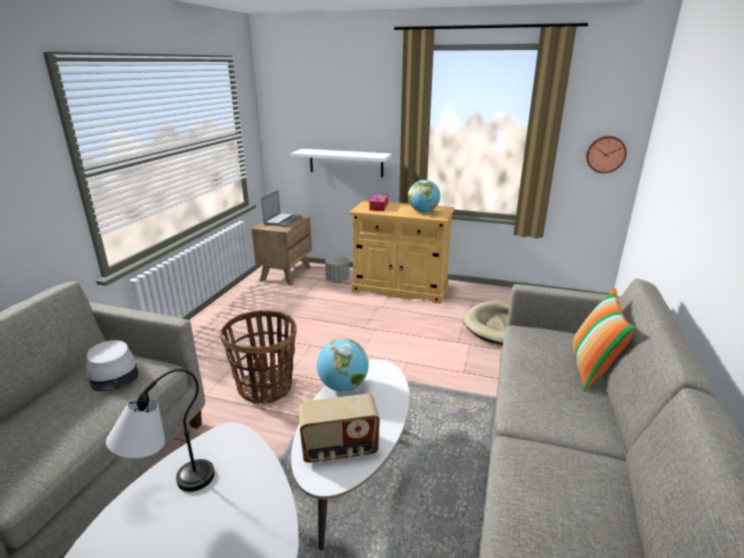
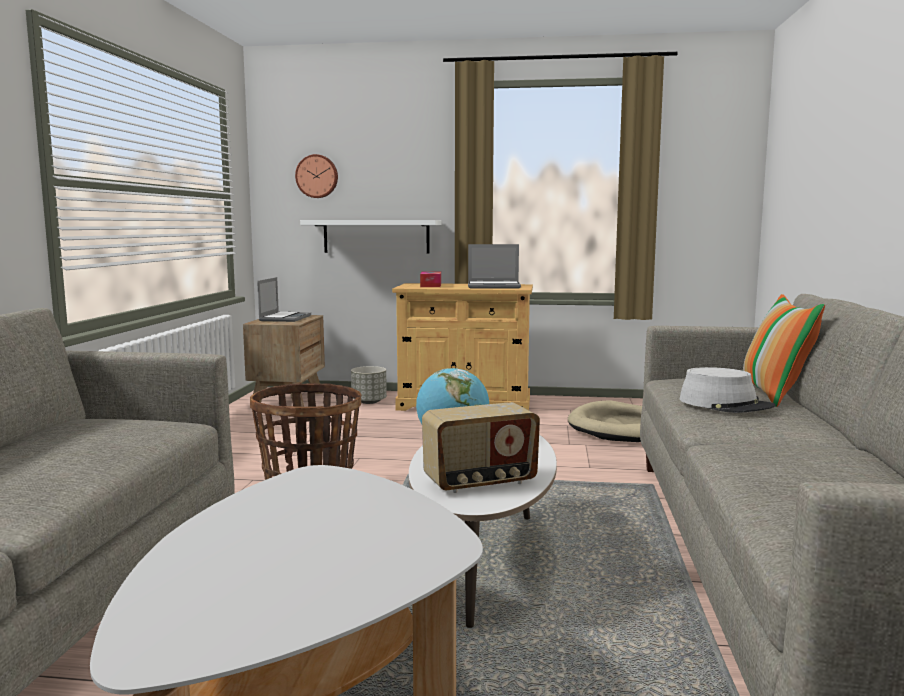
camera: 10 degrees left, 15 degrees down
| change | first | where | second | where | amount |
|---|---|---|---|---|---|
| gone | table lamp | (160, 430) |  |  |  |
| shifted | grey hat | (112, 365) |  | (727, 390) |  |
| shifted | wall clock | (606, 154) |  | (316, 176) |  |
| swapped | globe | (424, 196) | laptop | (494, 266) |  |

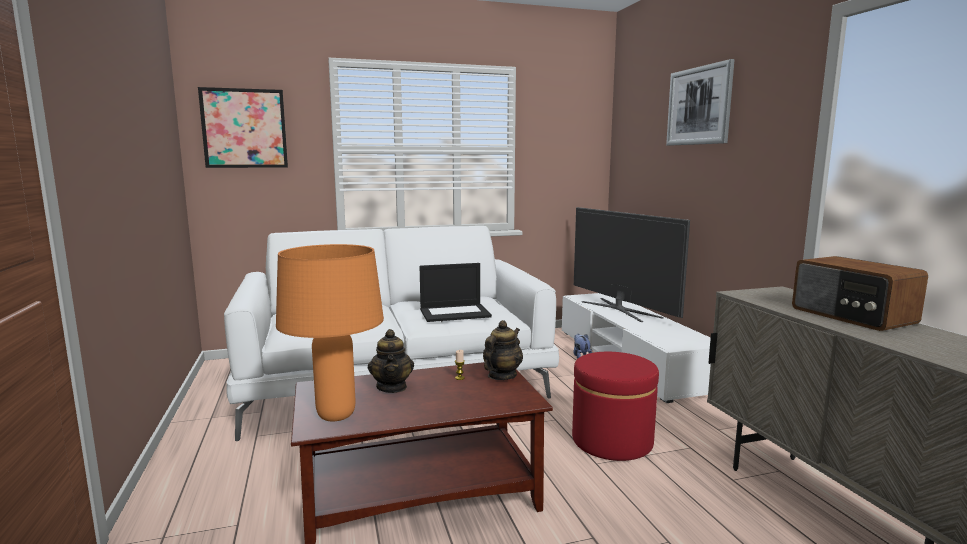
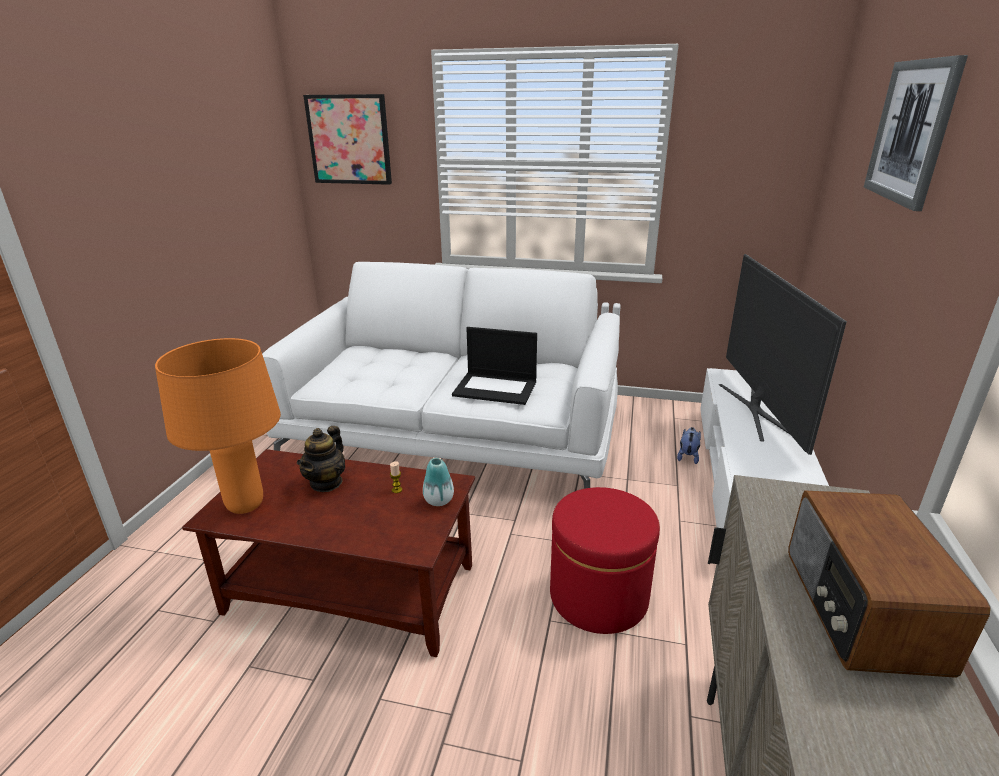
camera: 30 degrees right, 15 degrees up
| change | first | where | second | where | amount |
|---|---|---|---|---|---|
| swapped | teapot | (503, 350) | vase | (438, 482) |  |

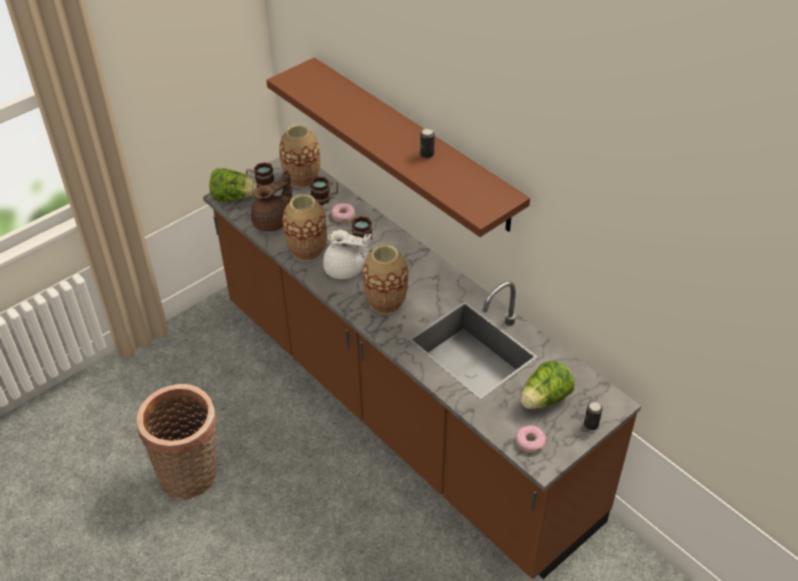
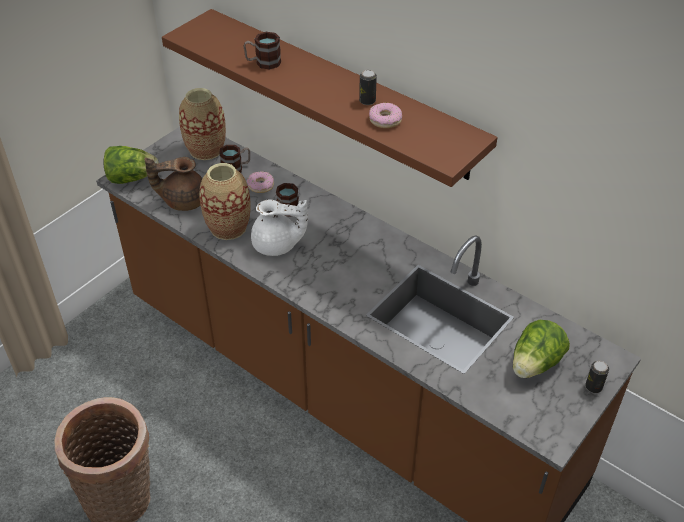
camera: 10 degrees left, 0 degrees up
| change | first | where | second | where | amount |
|---|---|---|---|---|---|
| gone | vase | (385, 279) |  |  |  |
| shifted | mug | (260, 175) |  | (262, 51) |  |
| shifted | donut | (531, 439) |  | (385, 115) |  |
| rotated | brown teapot | (271, 201) |  | (173, 184) | 135 degrees counterclockwise |

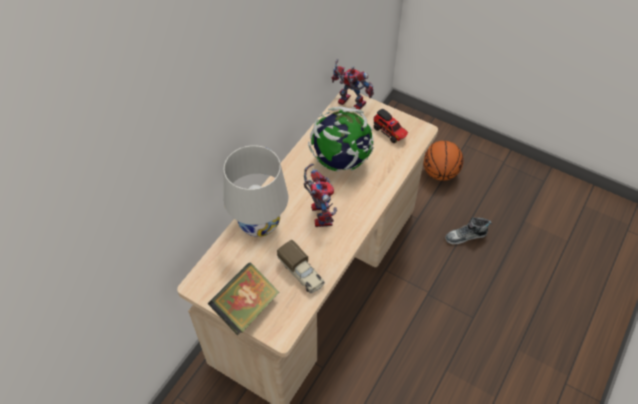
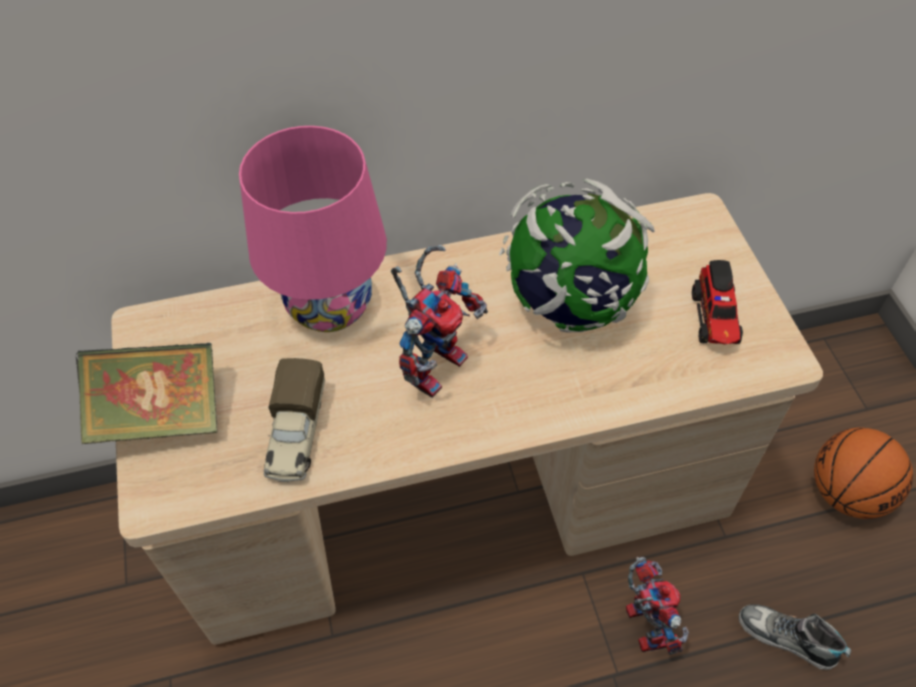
camera: 45 degrees right, 0 degrees up
| change | first | where | second | where | amount |
|---|---|---|---|---|---|
| shifted | toy robot | (353, 84) |  | (657, 606) |  |
| repainted | white table lamp | (256, 191) | pink table lamp | (313, 229) |  |

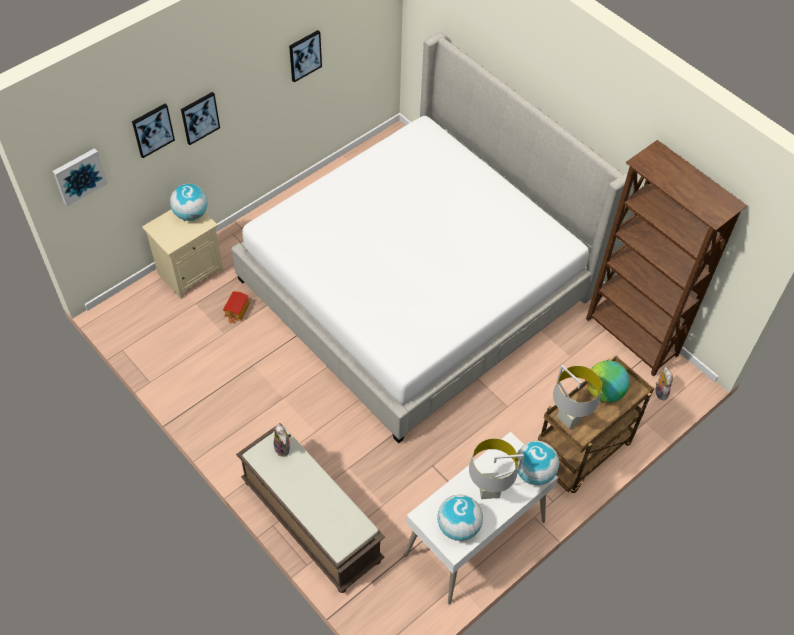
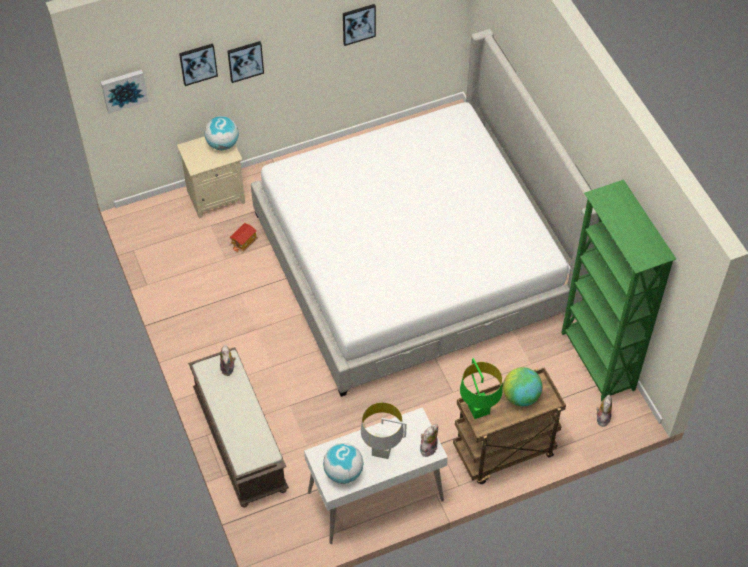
camera: 20 degrees right, 0 degrees up
| change | first | where | second | where | amount |
|---|---|---|---|---|---|
| swapped | globe | (537, 463) | plush toy | (429, 440) |  |
| repainted | grey table lamp | (577, 397) | green table lamp | (481, 388) |  |
| repainted | brown bookcase | (666, 258) | green bookcase | (618, 290) |  |

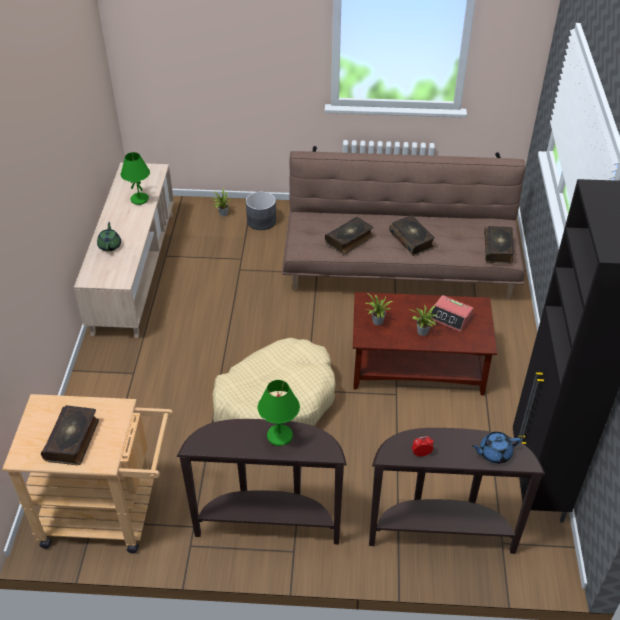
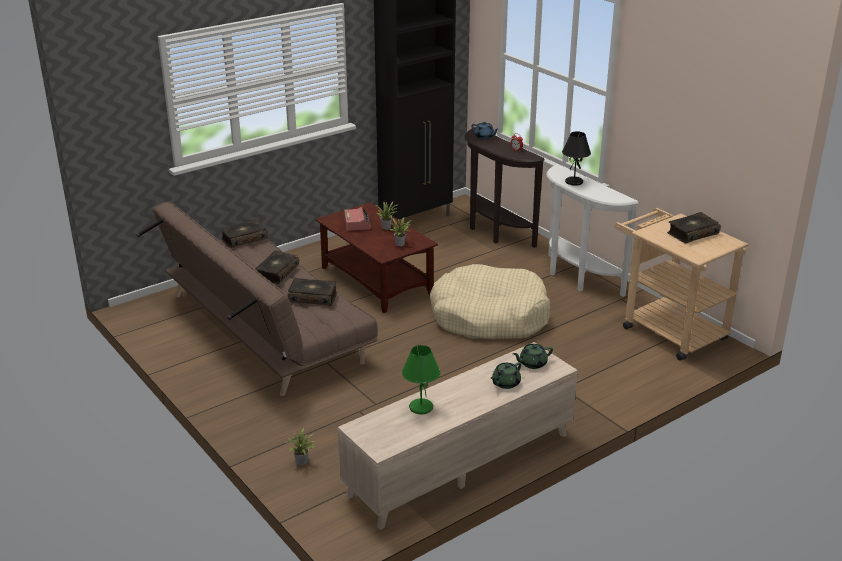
camera: 130 degrees left, 15 degrees down
| change | first | where | second | where | amount |
|---|---|---|---|---|---|
| gone | grey planter | (261, 210) |  |  |  |
| new |  |  | green teapot | (533, 356) |  |
| repainted | brown console table | (261, 482) | white console table | (592, 230) |  |
| repainted | green table lamp | (279, 413) | black table lamp | (576, 158) |  |

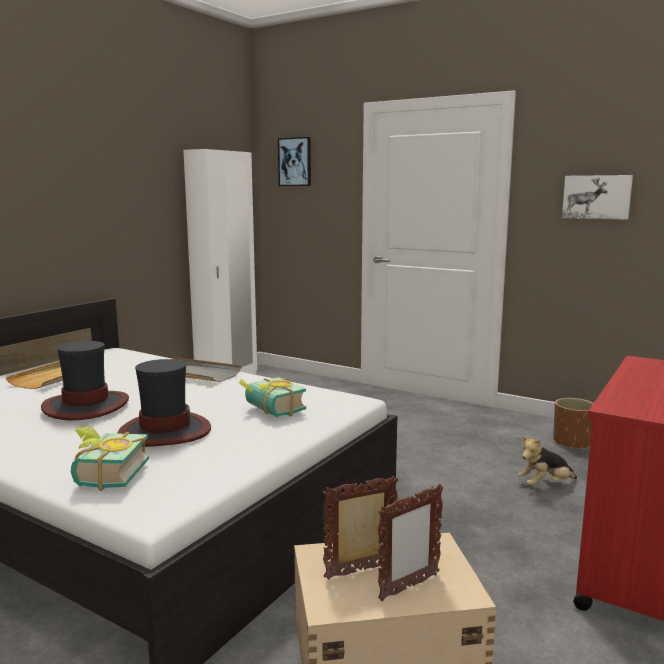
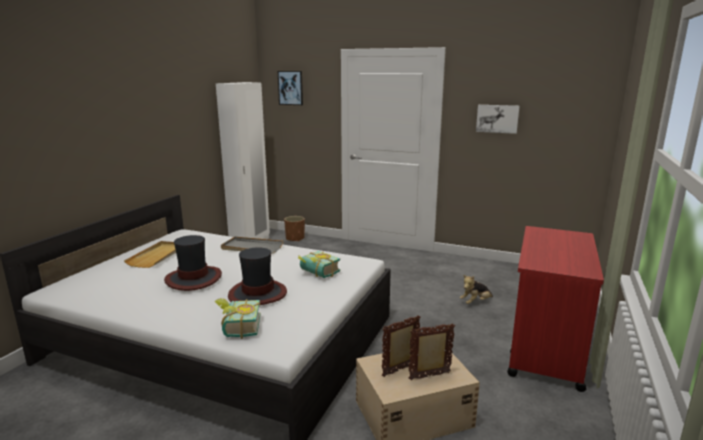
camera: 10 degrees left, 5 degrees up
| change | first | where | second | where | amount |
|---|---|---|---|---|---|
| shifted | brown planter | (573, 423) |  | (294, 228) |  |
| rotated | picture frame | (410, 542) |  | (432, 351) | 150 degrees counterclockwise |

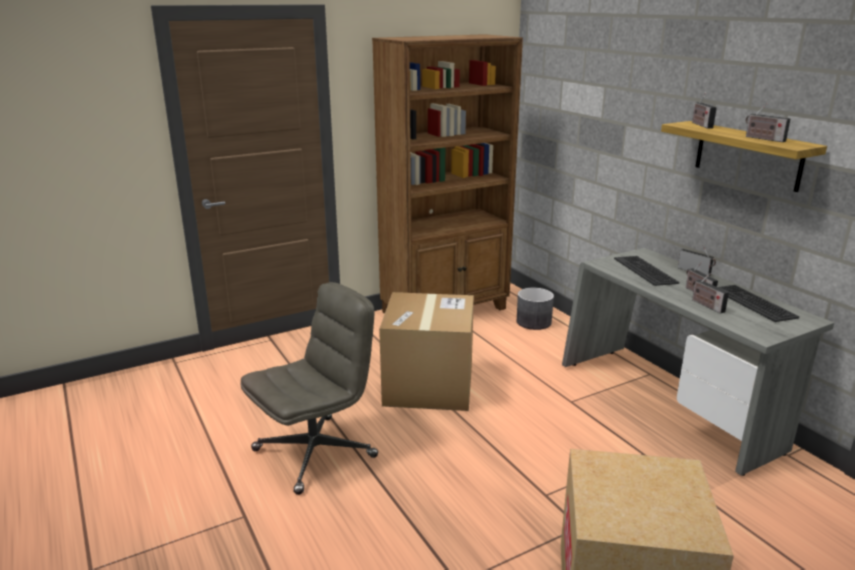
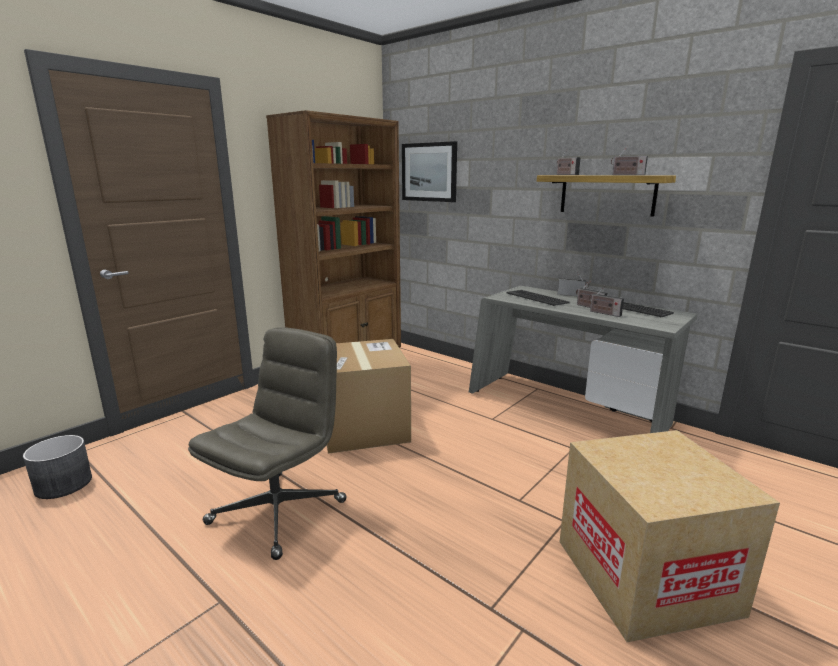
camera: 20 degrees left, 5 degrees down
| change | first | where | second | where | amount |
|---|---|---|---|---|---|
| new |  |  | picture | (429, 171) |  |
| shifted | grey planter | (535, 309) |  | (57, 467) |  |

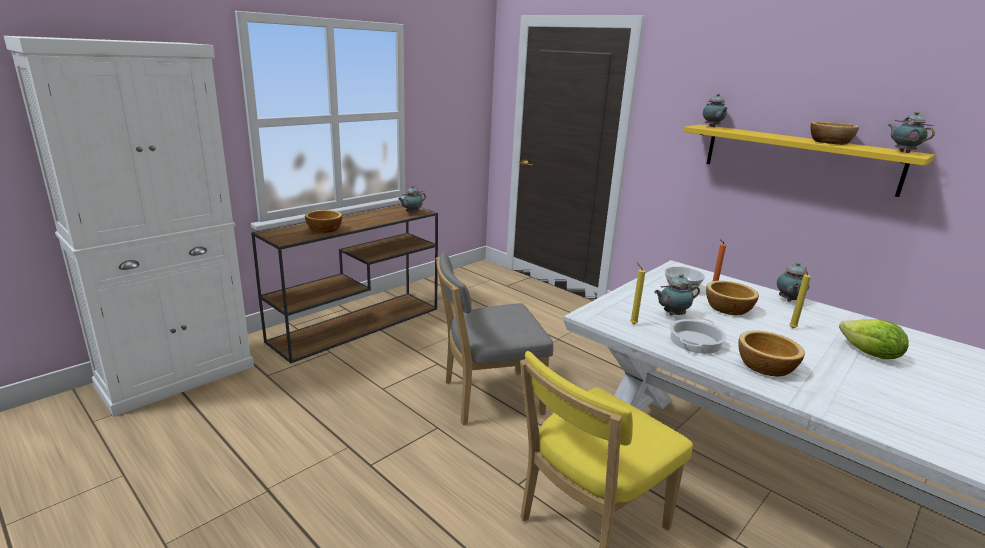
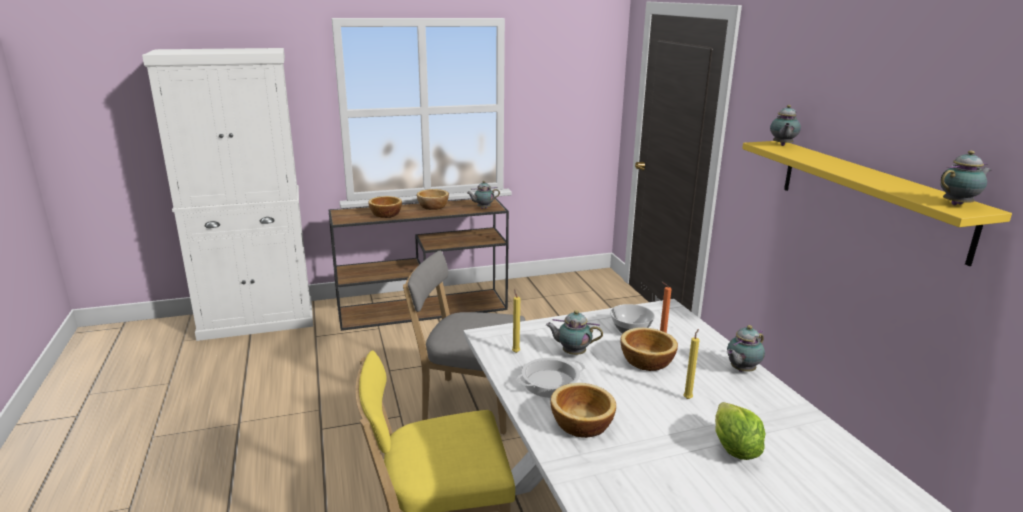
camera: 30 degrees right, 0 degrees up
| change | first | where | second | where | amount |
|---|---|---|---|---|---|
| shifted | bowl | (834, 133) |  | (433, 199) |  |
| rotated | teapot | (912, 132) |  | (965, 177) | 60 degrees clockwise |

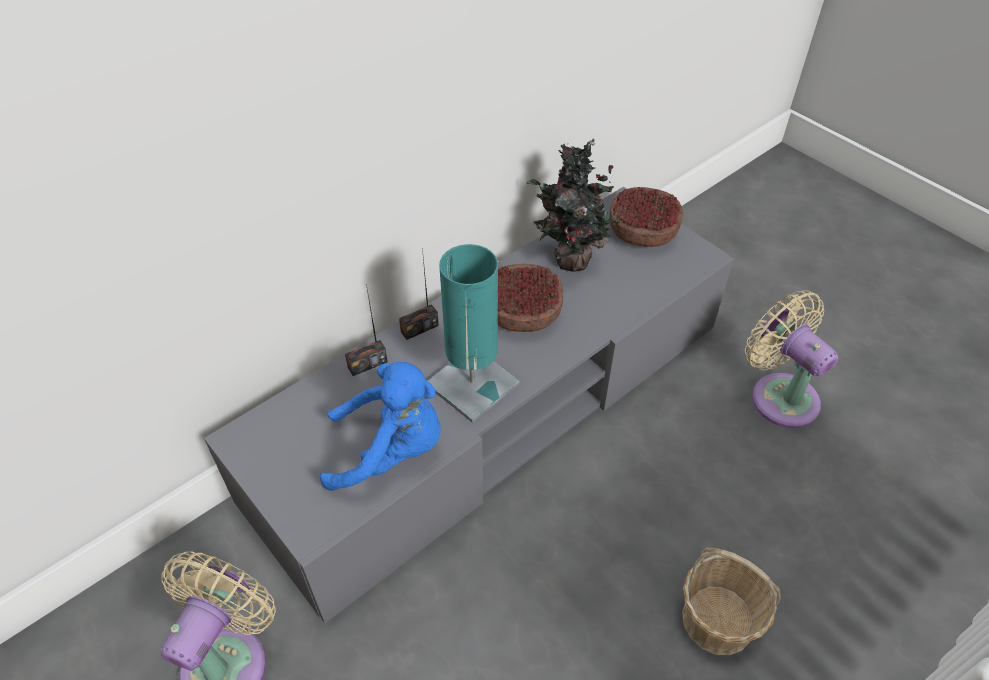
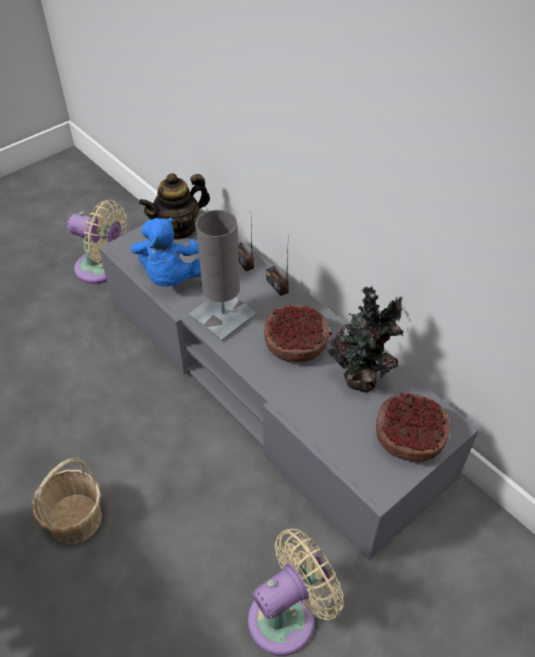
camera: 90 degrees right, 0 degrees up
| change | first | where | second | where | amount |
|---|---|---|---|---|---|
| new |  |  | teapot | (174, 206) |  |
| repainted | turquoise table lamp | (473, 333) | grey table lamp | (223, 275) |  |

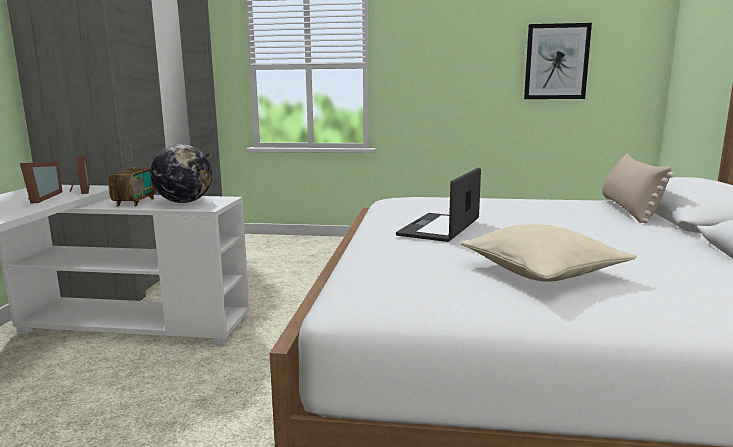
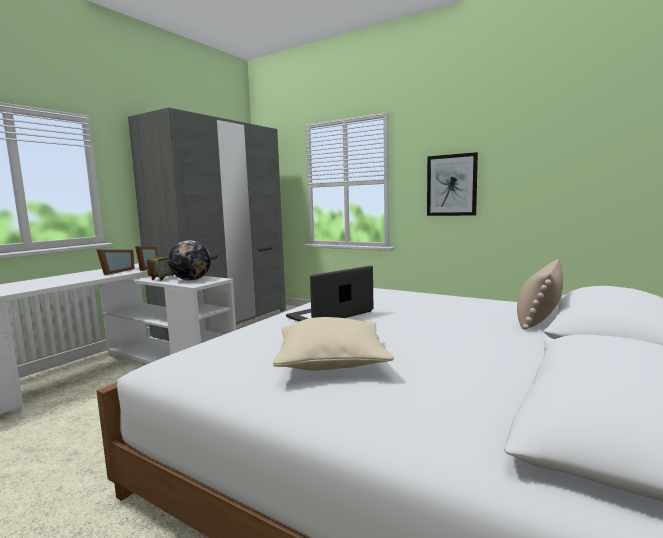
camera: 25 degrees right, 5 degrees down
| change | first | where | second | where | amount |
|---|---|---|---|---|---|
| shifted | picture | (558, 61) |  | (452, 184) |  |

